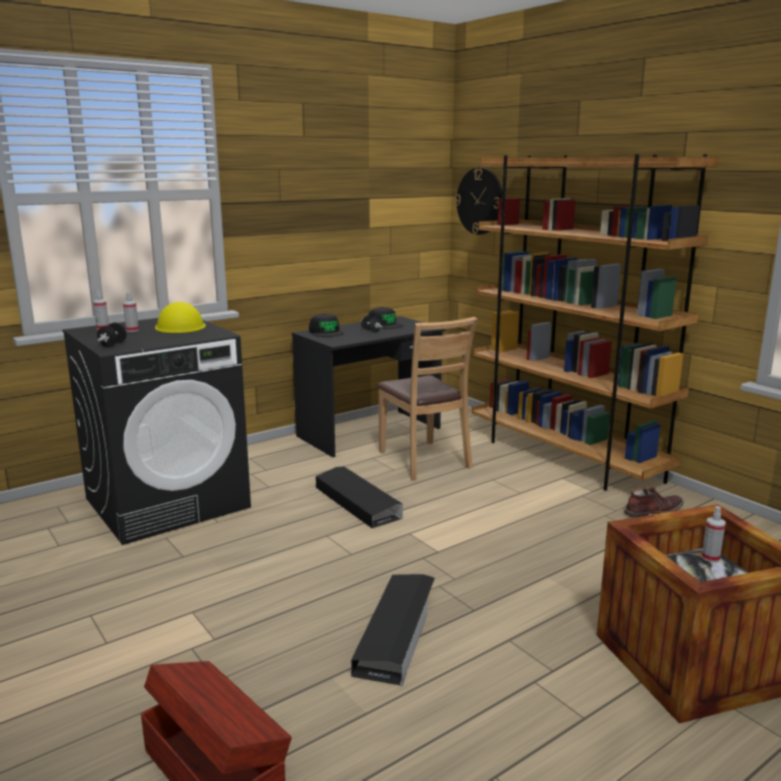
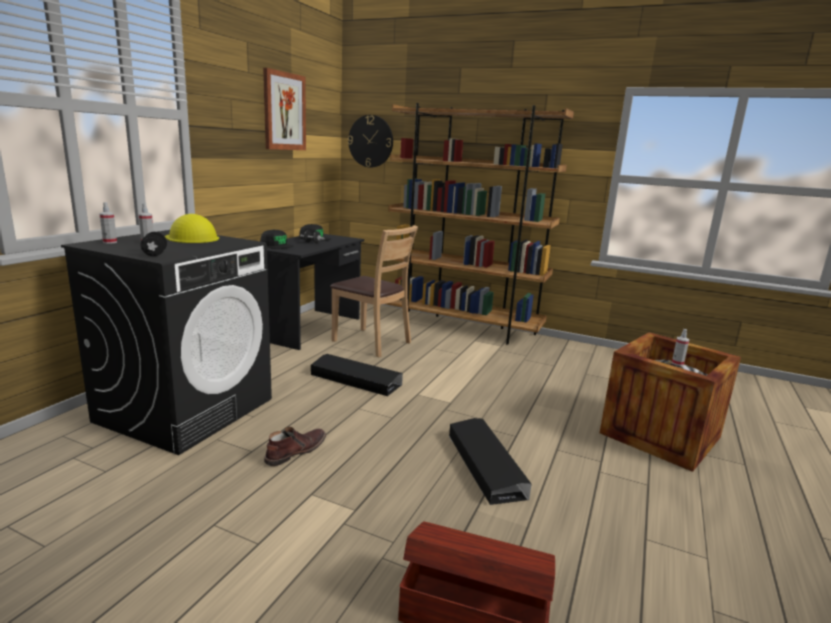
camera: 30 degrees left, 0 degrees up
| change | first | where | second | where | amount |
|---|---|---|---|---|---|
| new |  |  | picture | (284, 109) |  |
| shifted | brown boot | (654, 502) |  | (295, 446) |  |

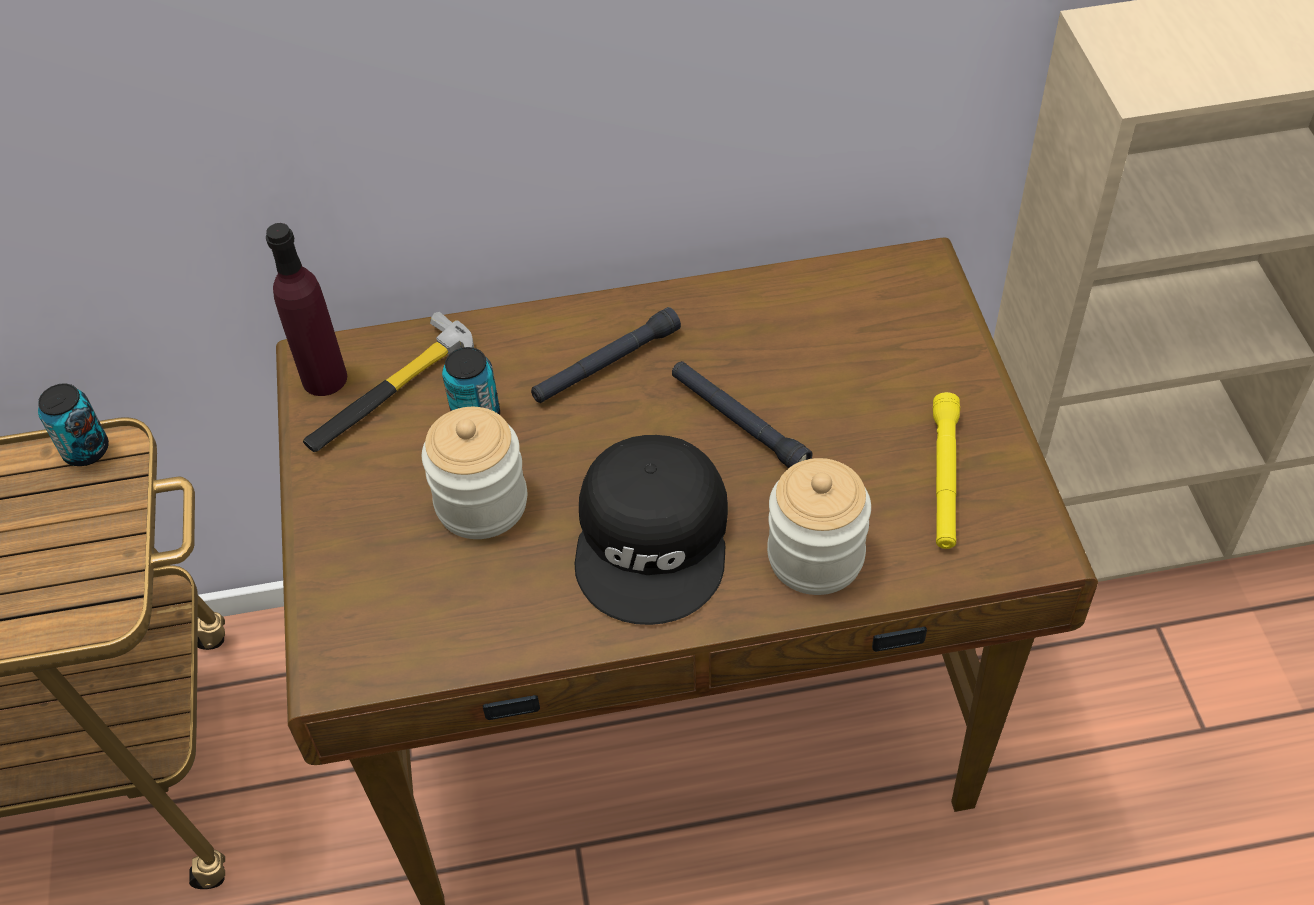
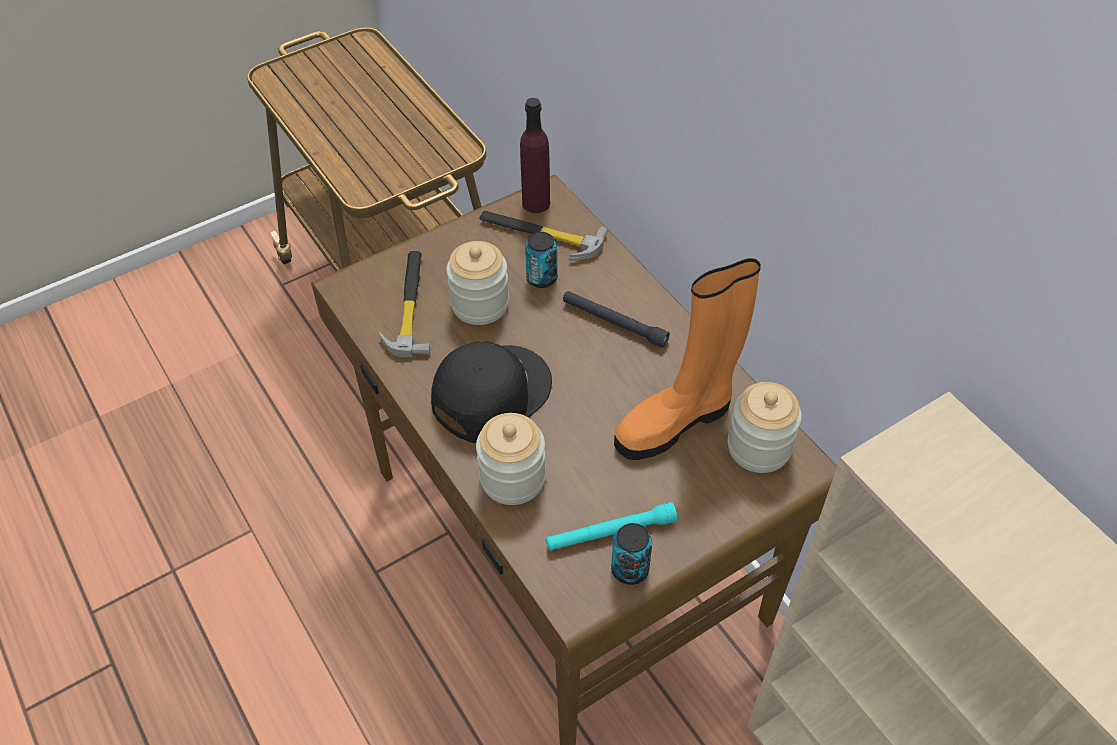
camera: 65 degrees right, 0 degrees up
| change | first | where | second | where | amount |
|---|---|---|---|---|---|
| gone | black flashlight | (742, 414) |  |  |  |
| new |  |  | hammer | (404, 304) |  |
| new |  |  | orange boot | (687, 359) |  |
| new |  |  | jar | (765, 427) |  |
| shifted | can | (73, 424) |  | (631, 554) |  |
| repainted | yellow flashlight | (946, 470) | turquoise flashlight | (611, 526) |  |
| rotated | black cap | (651, 530) |  | (491, 392) | 150 degrees clockwise |

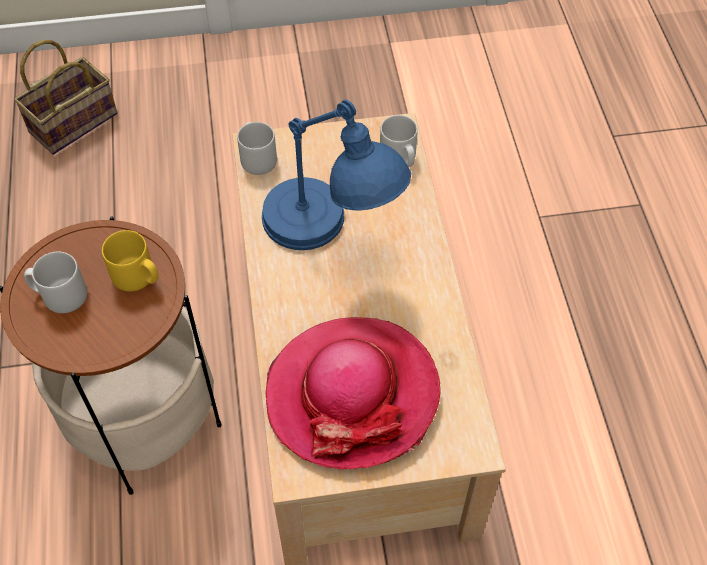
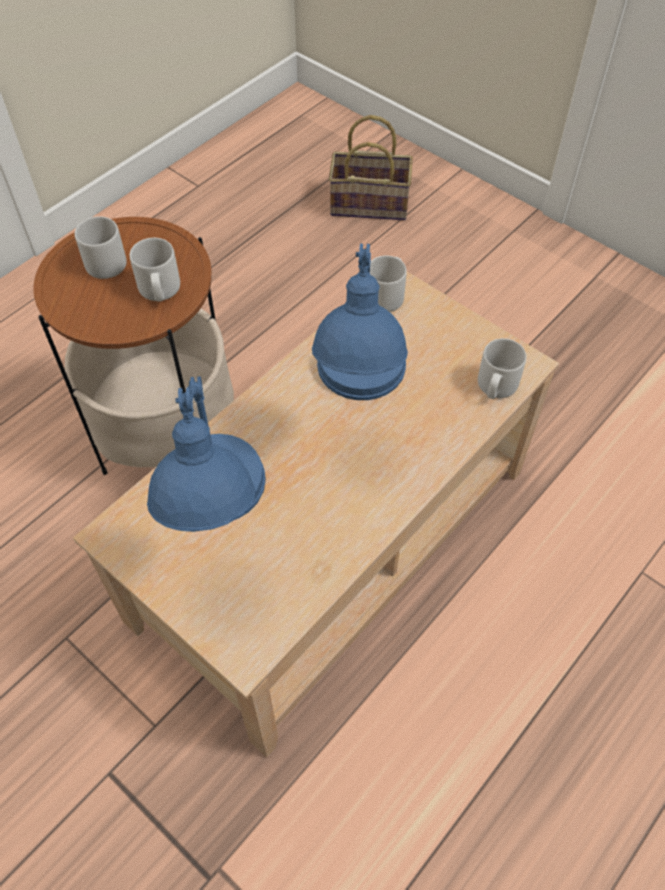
camera: 50 degrees right, 0 degrees up
| change | first | where | second | where | amount |
|---|---|---|---|---|---|
| swapped | hat | (353, 393) | blue table lamp | (206, 454) |  |
| repainted | yellow mug | (130, 261) | grey mug | (155, 270) |  |

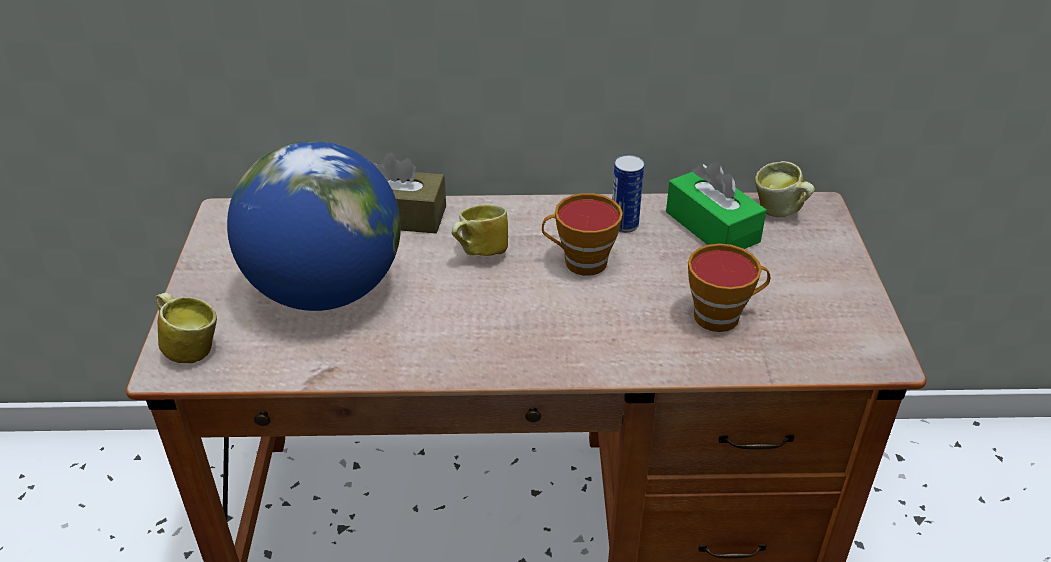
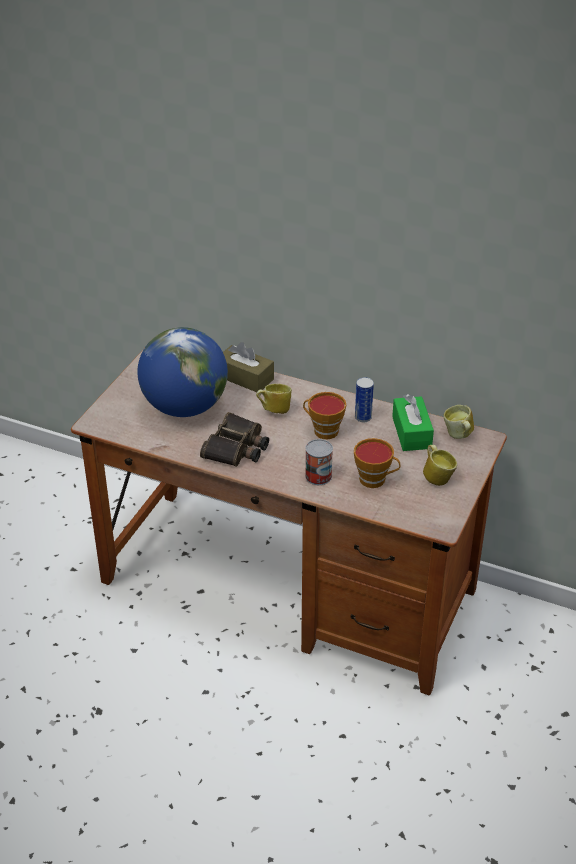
camera: 25 degrees right, 0 degrees up
| change | first | where | second | where | amount |
|---|---|---|---|---|---|
| new |  |  | binoculars | (234, 439) |  |
| new |  |  | can | (319, 462) |  |
| shifted | mug | (186, 328) |  | (440, 465) |  |

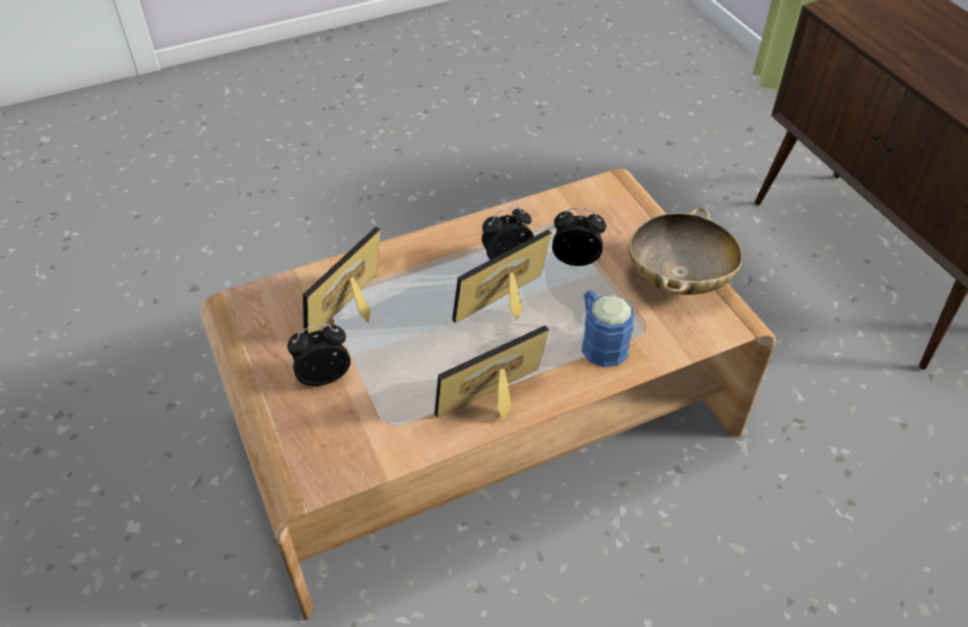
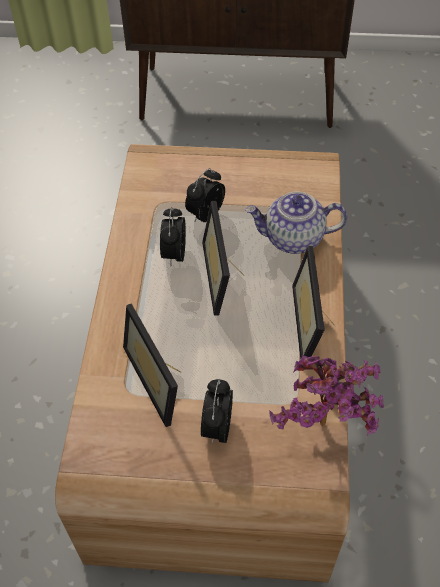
camera: 60 degrees left, 5 degrees up
| change | first | where | second | where | amount |
|---|---|---|---|---|---|
| gone | beige bowl | (685, 251) |  |  |  |
| new |  |  | potted plant | (326, 395) |  |
| swapped | blue mug | (608, 328) | teapot | (296, 223) |  |

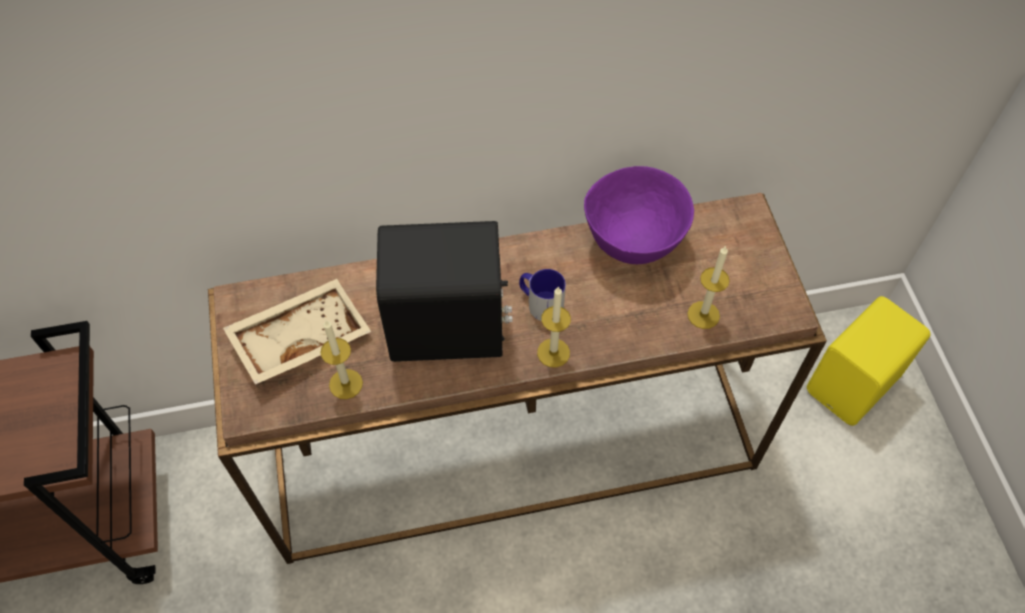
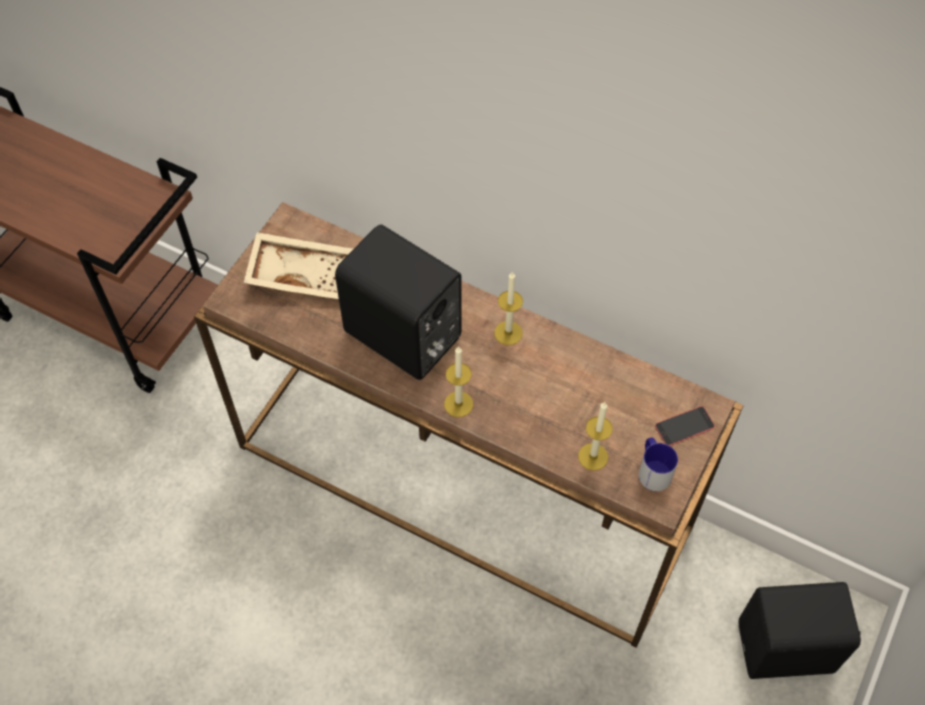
camera: 40 degrees right, 0 degrees up
| change | first | where | second | where | amount |
|---|---|---|---|---|---|
| gone | purple bowl | (639, 215) |  |  |  |
| new |  |  | phone | (685, 426) |  |
| shifted | candle | (341, 360) |  | (508, 308) |  |
| shifted | mug | (542, 295) |  | (658, 464) |  |
| repainted | yellow speaker | (869, 361) | black speaker | (800, 630) |  |

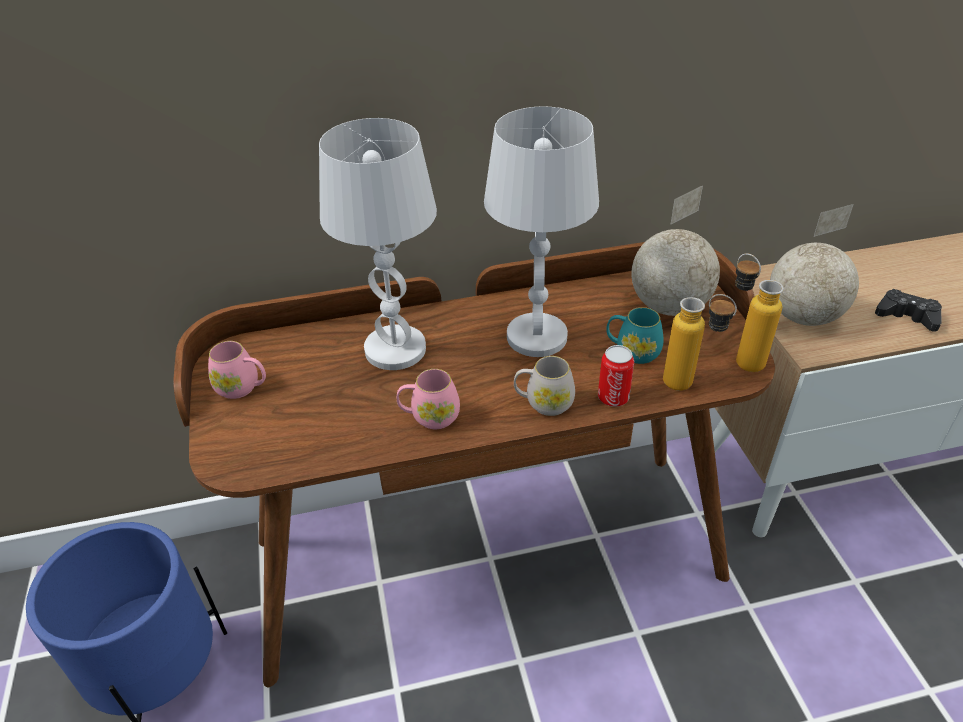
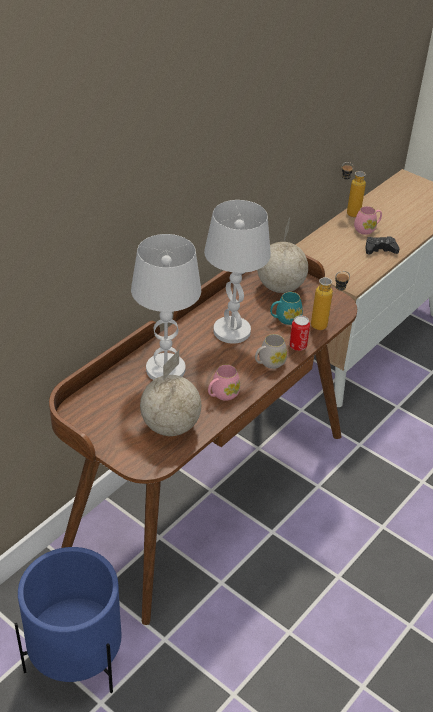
camera: 40 degrees left, 0 degrees up
| change | first | where | second | where | amount |
|---|---|---|---|---|---|
| shifted | pink mug | (237, 370) |  | (368, 220) |  |
| shifted | bottle | (759, 312) |  | (353, 189) |  |
| shifted | globe | (814, 265) |  | (170, 393) |  |

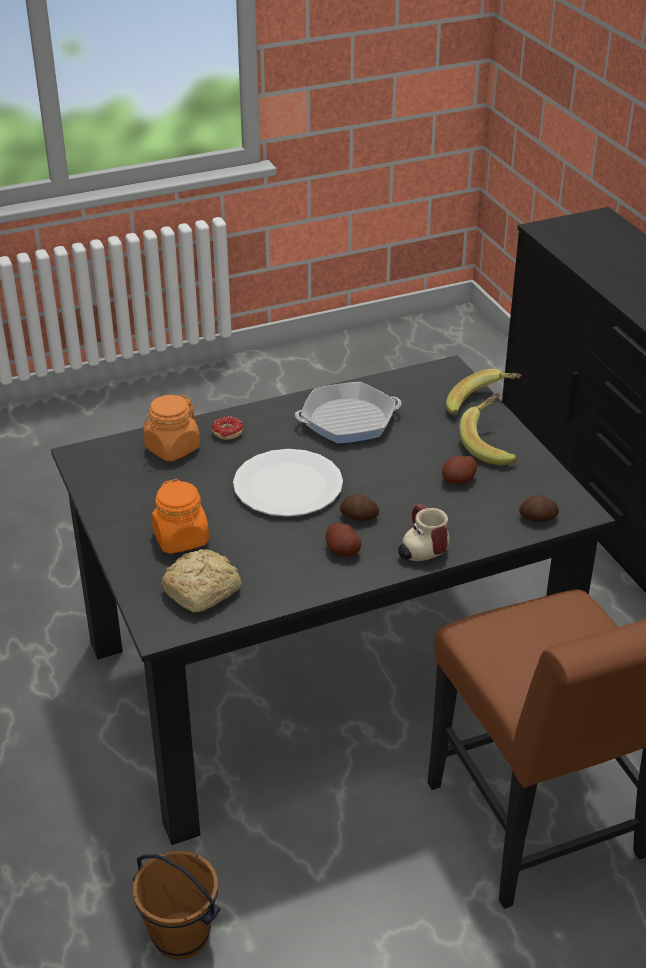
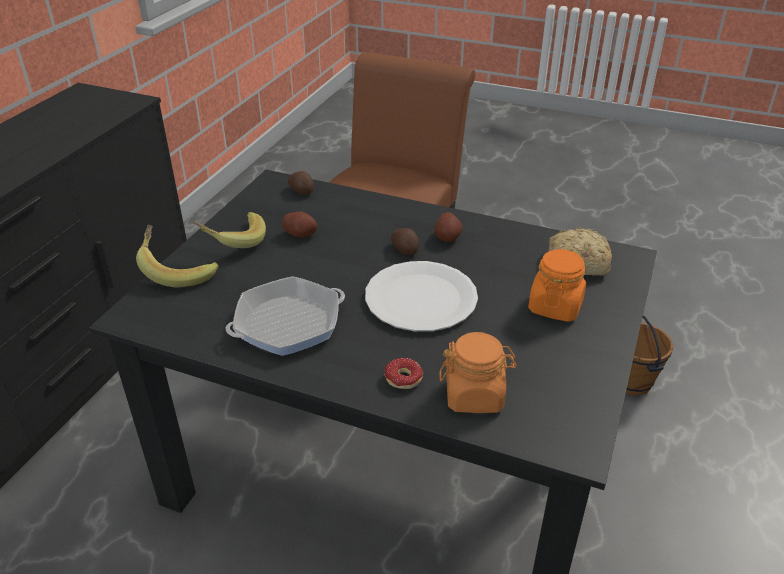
camera: 135 degrees left, 0 degrees up
| change | first | where | second | where | amount |
|---|---|---|---|---|---|
| gone | mug | (424, 532) |  |  |  |
| rotated | frying pan | (348, 413) |  | (285, 316) | 120 degrees clockwise |

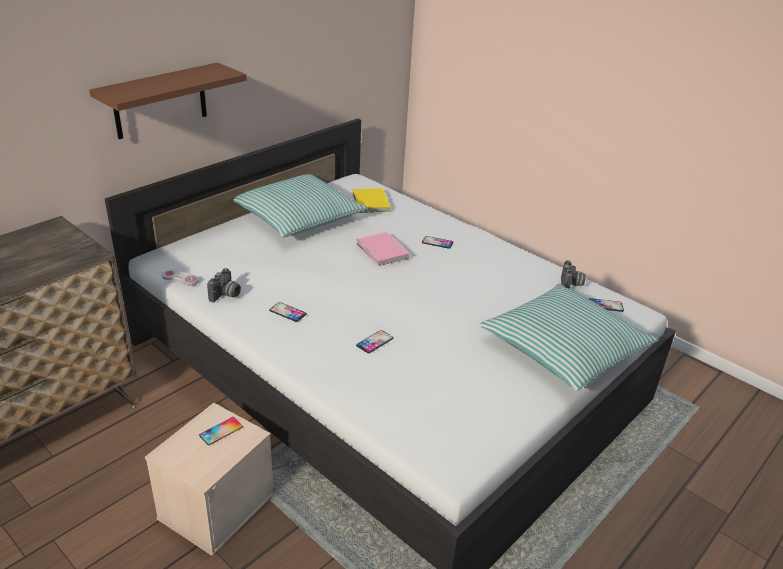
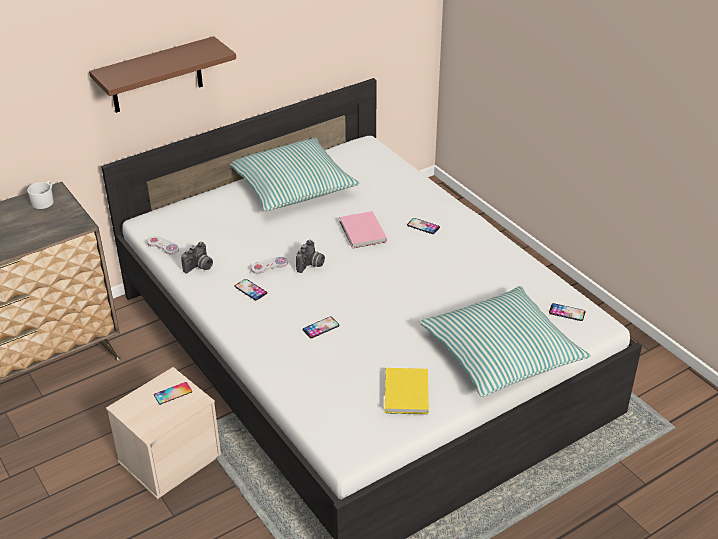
camera: 15 degrees right, 5 degrees up
| change | first | where | second | where | amount |
|---|---|---|---|---|---|
| new |  |  | white mug | (40, 195) |  |
| new |  |  | white game controller | (269, 265) |  |
| shifted | yellow book | (371, 200) |  | (407, 391) |  |
| shifted | photo camera | (573, 274) |  | (310, 256) |  |

